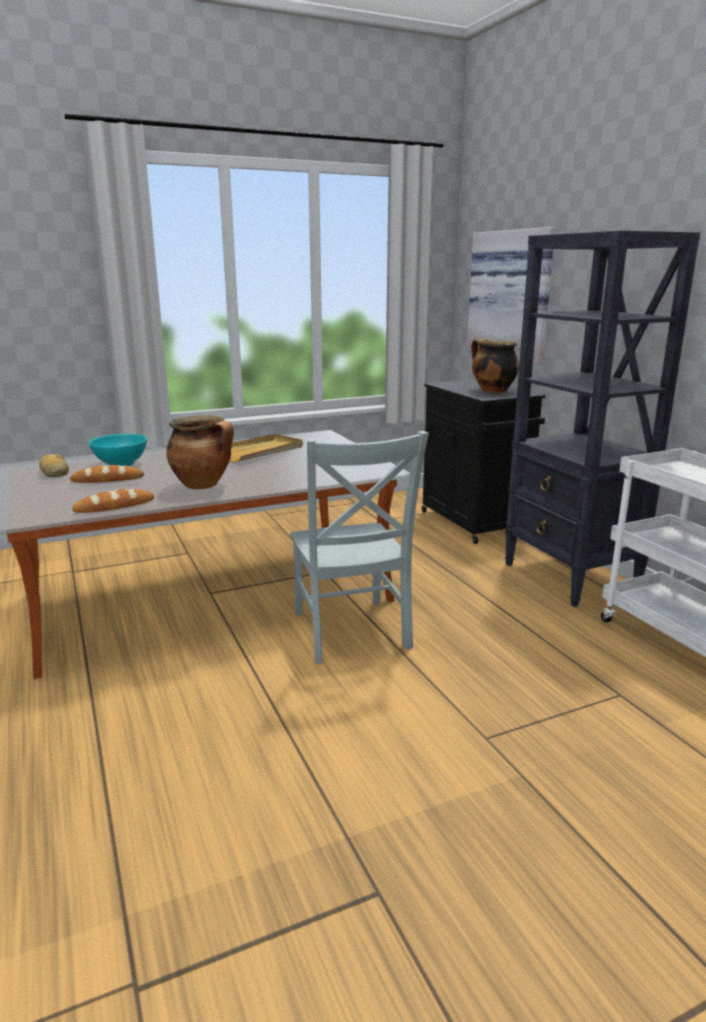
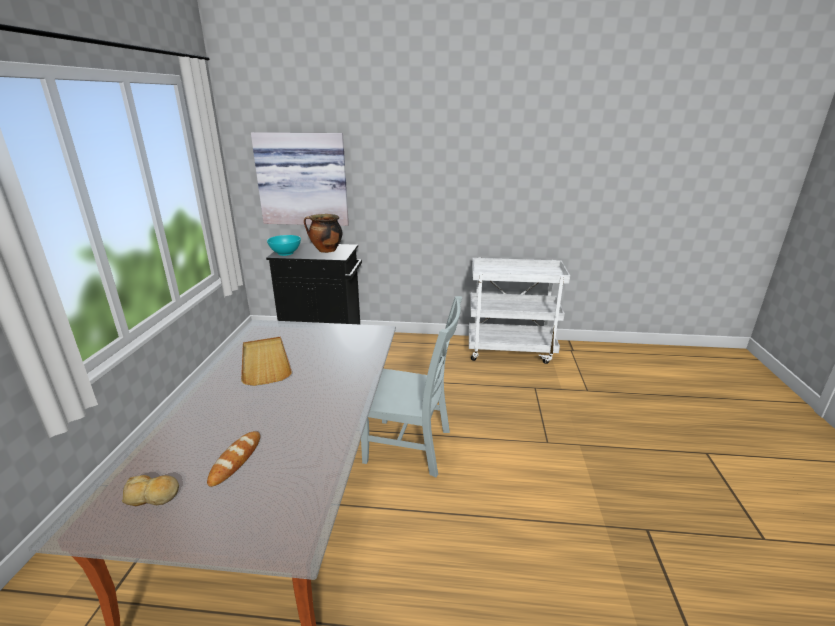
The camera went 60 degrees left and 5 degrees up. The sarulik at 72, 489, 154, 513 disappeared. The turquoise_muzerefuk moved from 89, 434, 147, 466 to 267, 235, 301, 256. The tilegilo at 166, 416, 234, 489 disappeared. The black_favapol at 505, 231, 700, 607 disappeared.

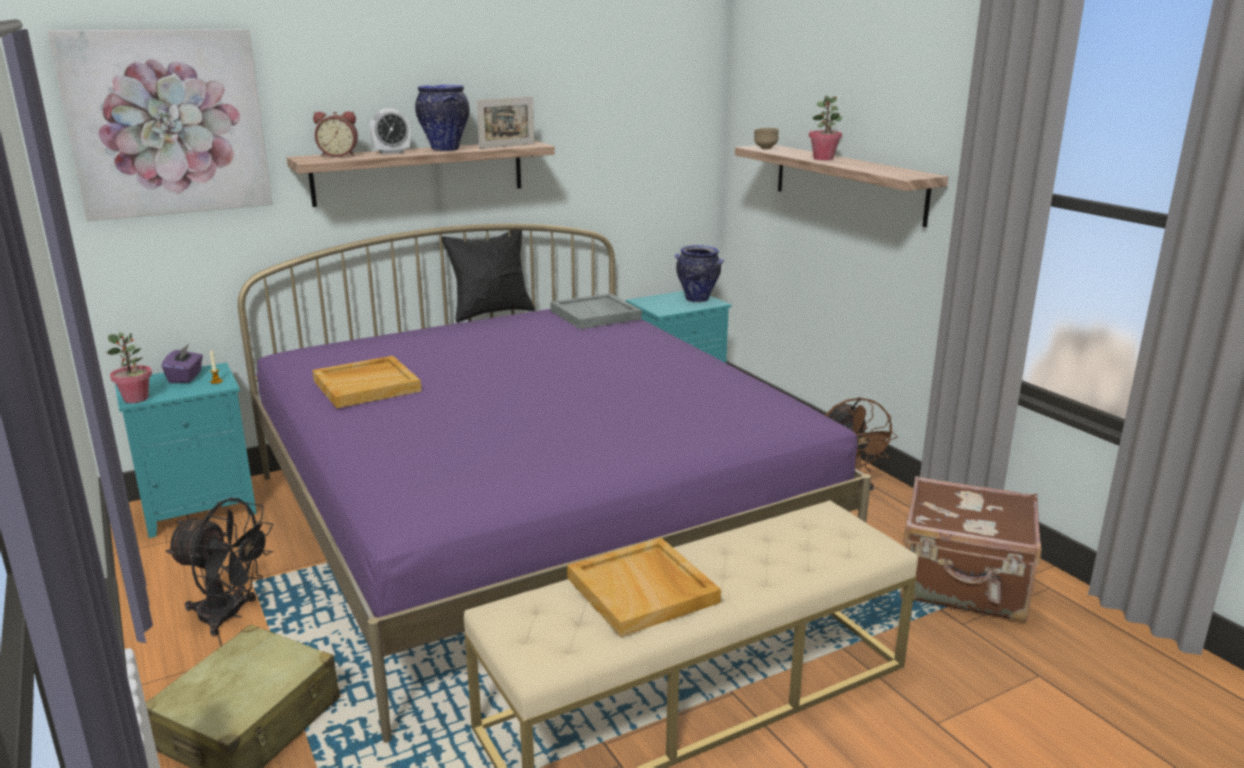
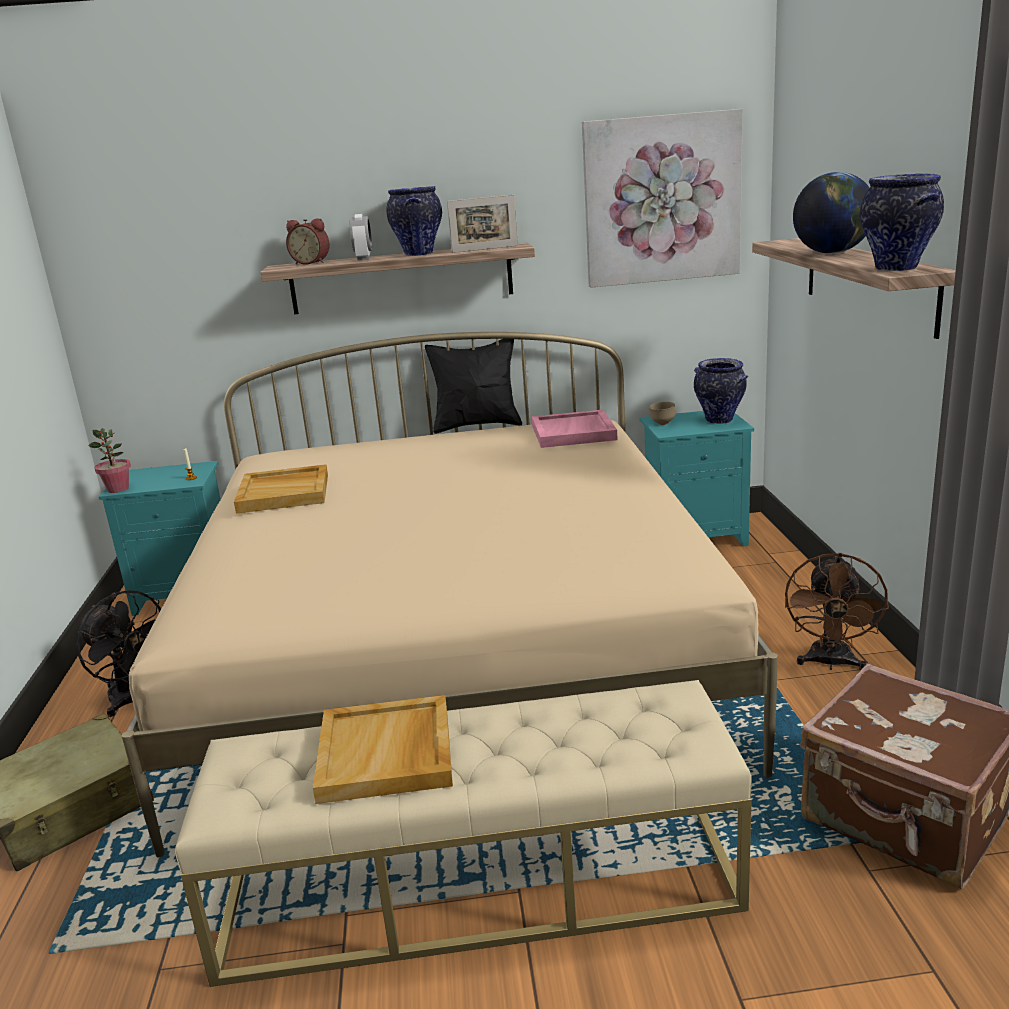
The camera went 25 degrees right and 0 degrees up. The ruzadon moved from 48, 29, 272, 221 to 582, 109, 743, 288. The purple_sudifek at 162, 344, 203, 383 disappeared. The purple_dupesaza at 238, 224, 871, 743 became the beige_dupesaza at 122, 332, 778, 857. The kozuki at 369, 108, 410, 154 turned 90 degrees counterclockwise. The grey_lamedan at 550, 293, 642, 329 became the pink_lamedan at 532, 410, 618, 448. The brown_muzerefuk moved from 754, 128, 779, 150 to 649, 402, 675, 425. The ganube at 809, 95, 842, 160 was replaced by the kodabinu at 793, 172, 869, 254. The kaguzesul at 860, 173, 944, 271 appeared.

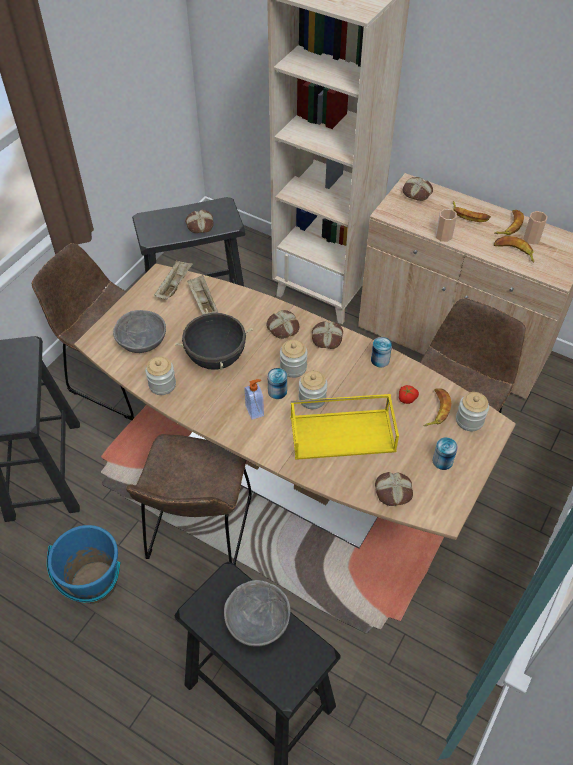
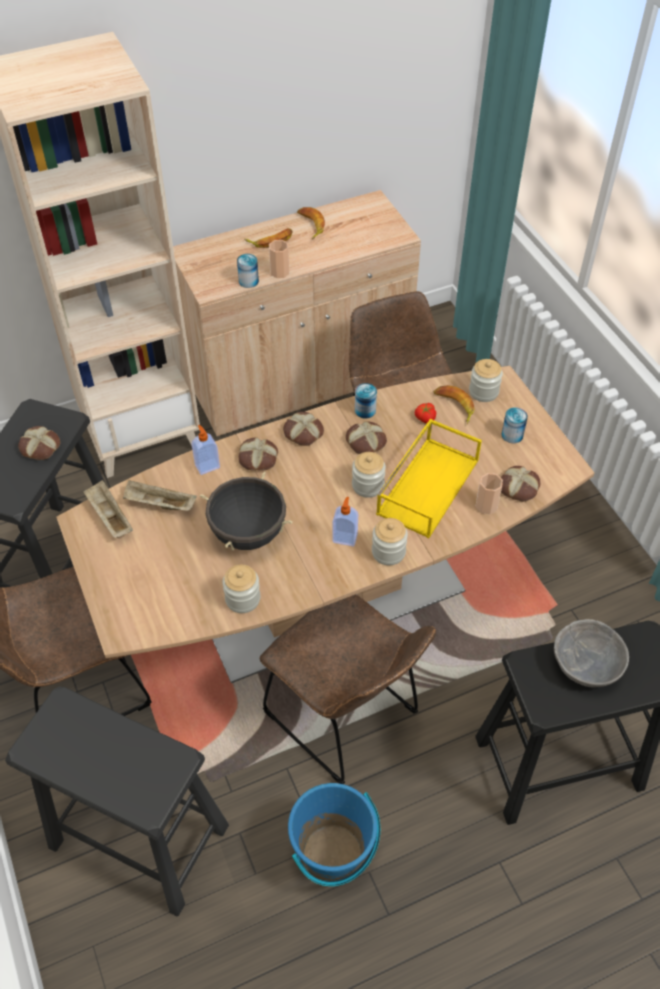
The camera went 55 degrees left and 0 degrees up. The grey_muzerefuk at 113, 310, 166, 353 disappeared. The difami moved from 268, 368, 287, 399 to 237, 254, 259, 288. The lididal moved from 280, 340, 308, 378 to 372, 518, 408, 565. The sarulik moved from 402, 177, 433, 201 to 346, 421, 387, 454. The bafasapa at 494, 236, 534, 263 disappeared. The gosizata moved from 523, 211, 548, 244 to 476, 473, 503, 514. The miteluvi at 192, 425, 220, 475 appeared.

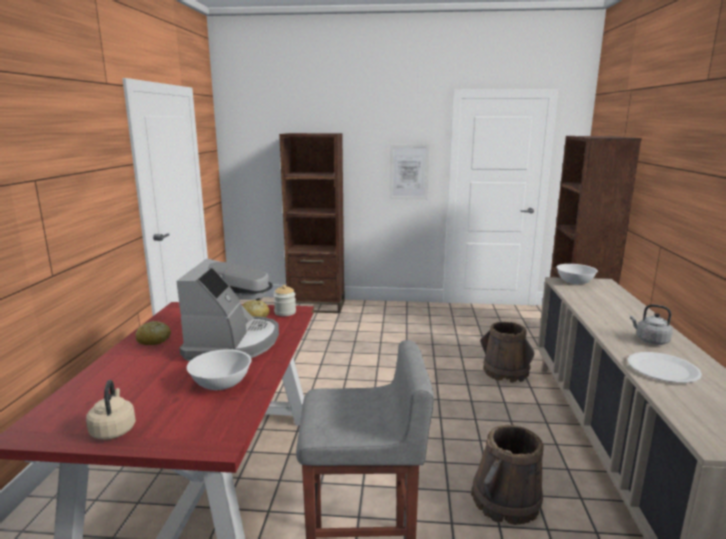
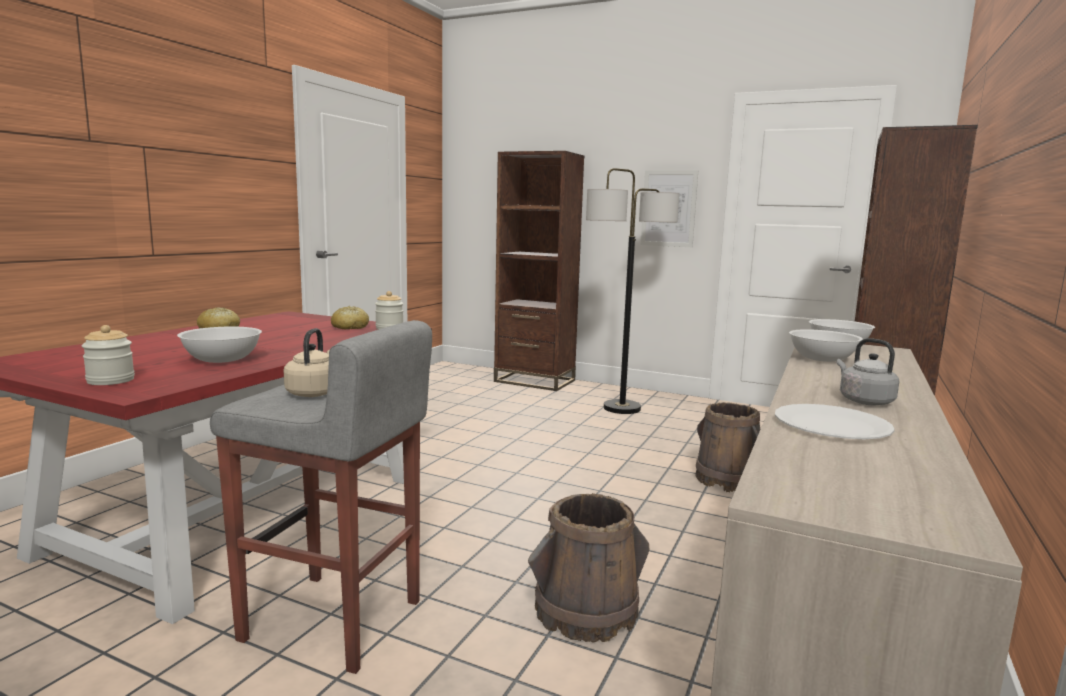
The camera went 20 degrees right and 5 degrees down. The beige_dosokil moved from 86, 380, 136, 440 to 283, 328, 330, 397. The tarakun at 176, 258, 279, 361 disappeared. The lididal at 82, 325, 135, 385 appeared. The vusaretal at 586, 168, 679, 414 appeared. The white_muzerefuk at 789, 329, 863, 362 appeared.

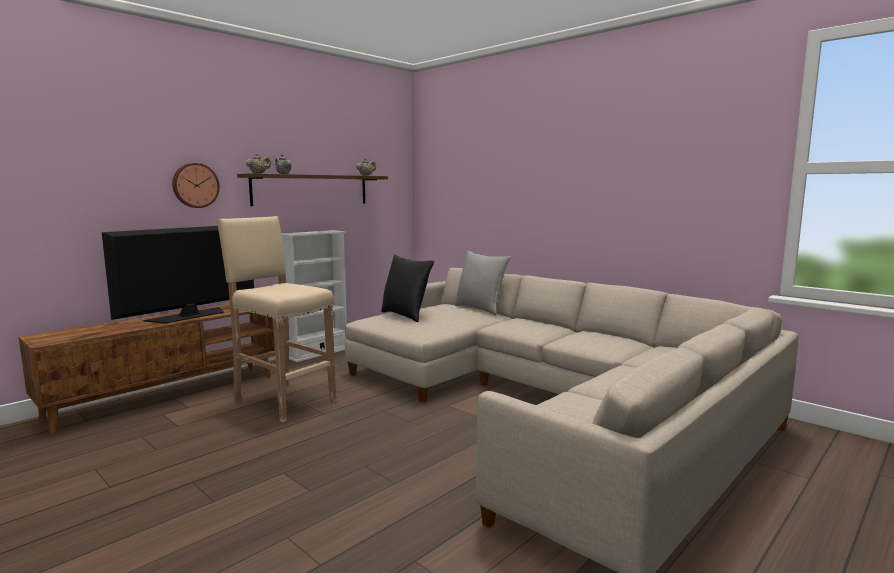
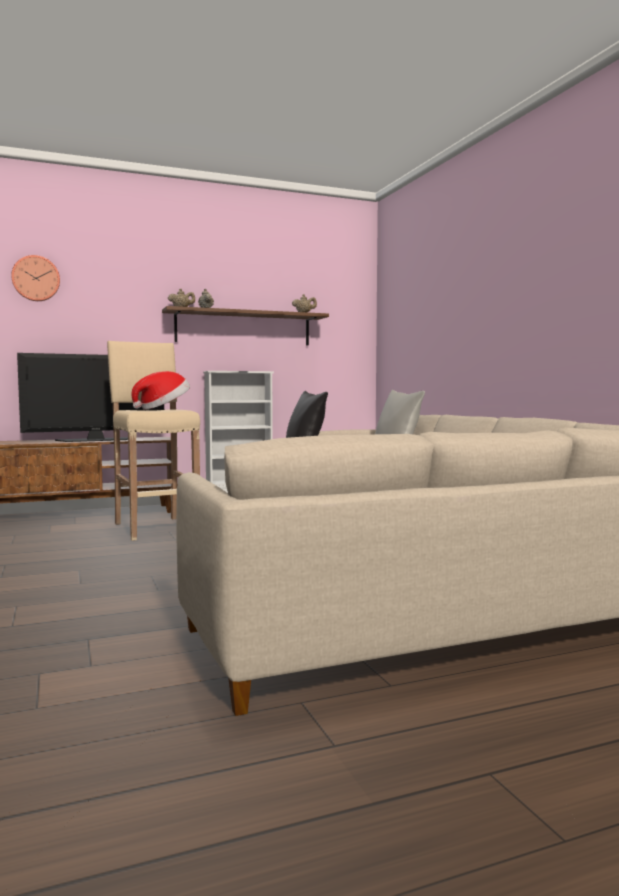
The camera went 25 degrees right and 5 degrees down. The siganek moved from 172, 163, 220, 208 to 11, 255, 60, 301. The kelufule at 132, 371, 190, 410 appeared.

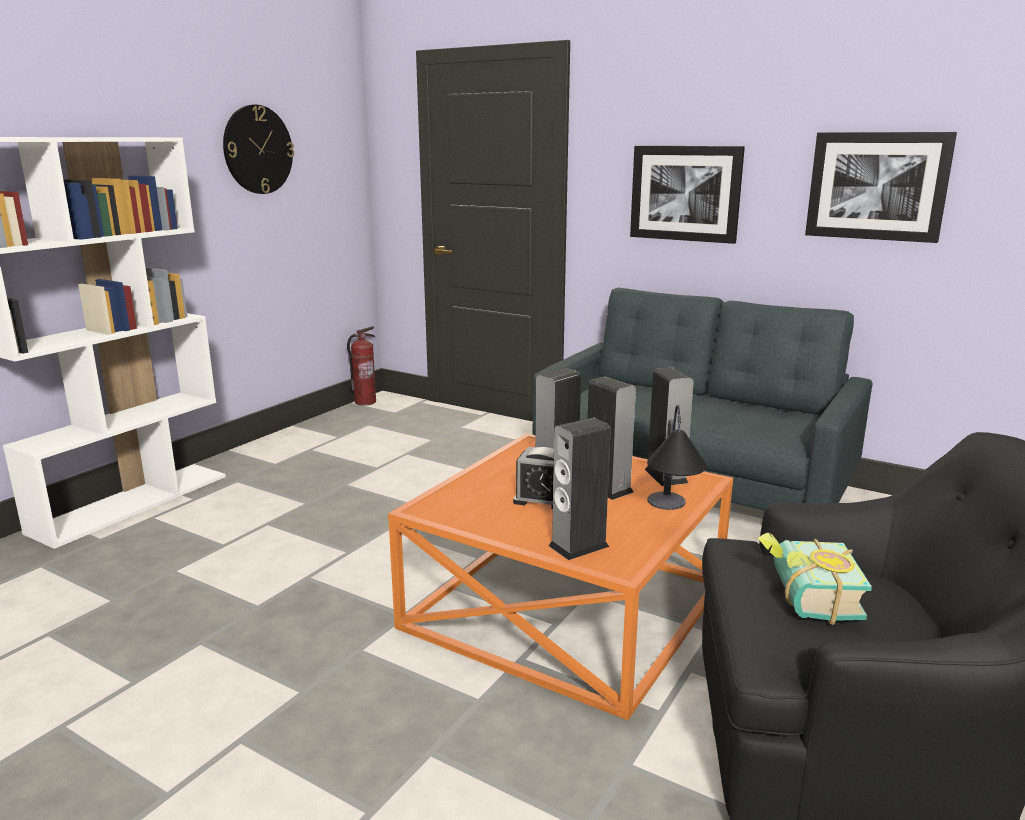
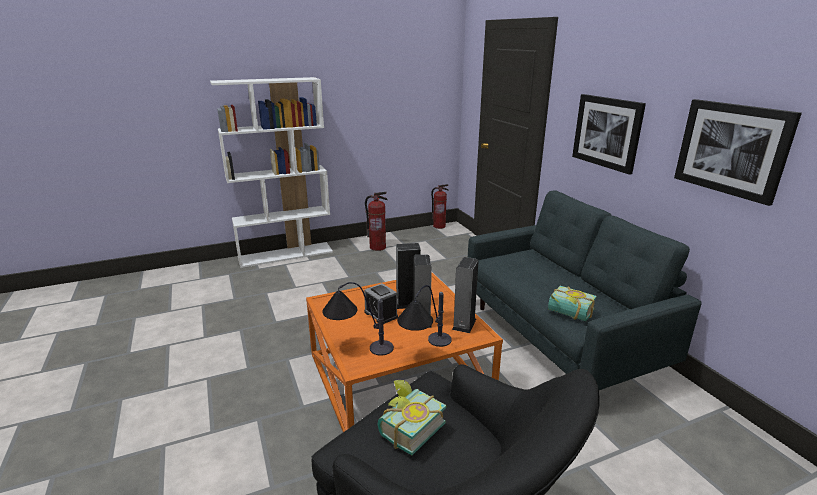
The camera went 35 degrees right and 5 degrees up. The siganek at 223, 105, 294, 194 disappeared. The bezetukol at 548, 418, 611, 560 was replaced by the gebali at 322, 282, 394, 356. The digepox at 365, 192, 388, 251 appeared. The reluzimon at 548, 286, 597, 321 appeared.

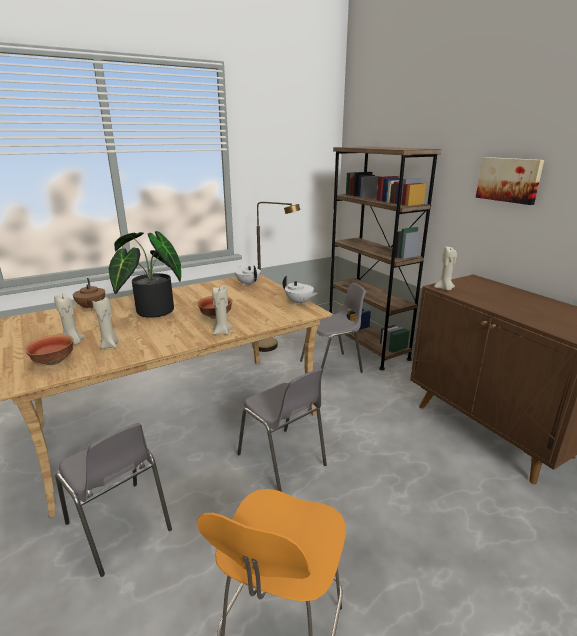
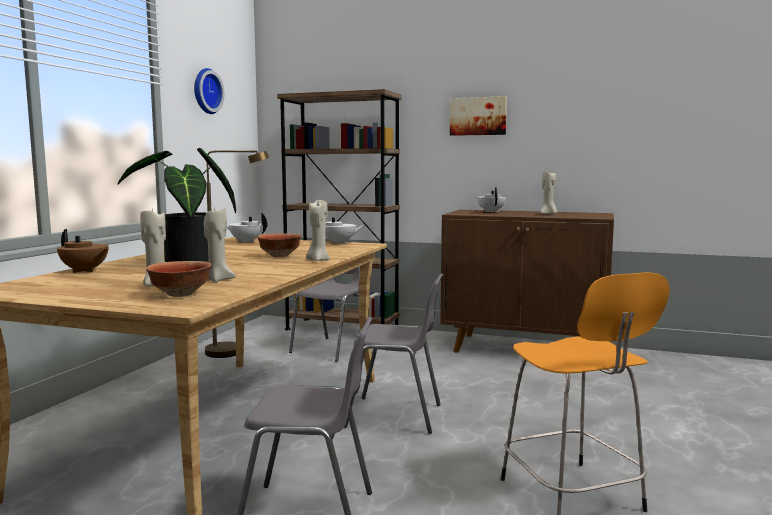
The camera went 40 degrees left and 15 degrees down. The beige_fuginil moved from 434, 247, 457, 291 to 541, 170, 557, 214. The siganek at 194, 68, 224, 114 appeared. The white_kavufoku at 477, 187, 506, 212 appeared.

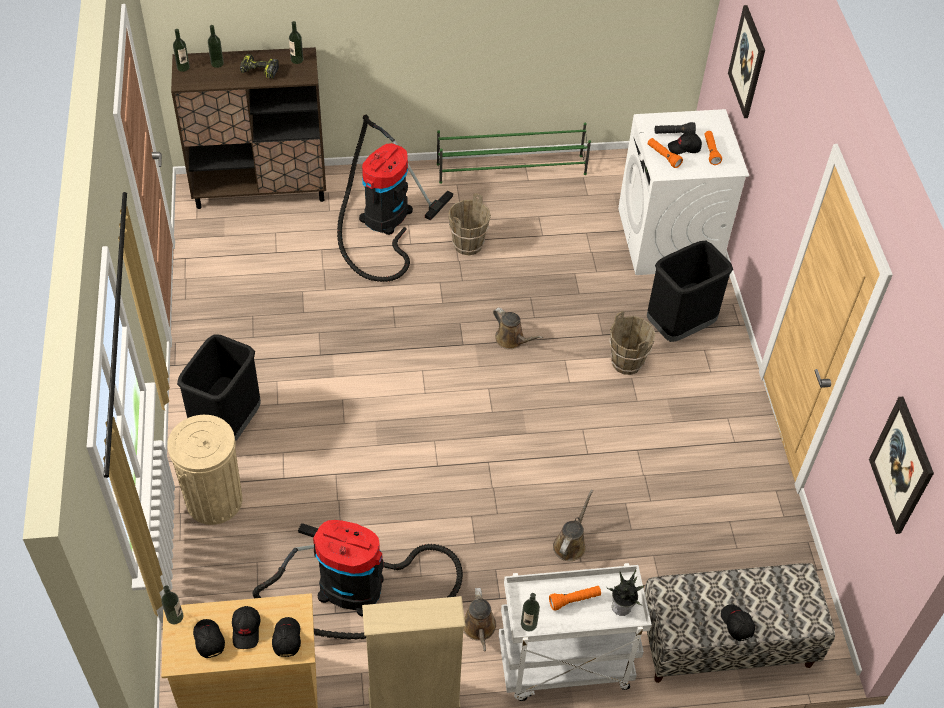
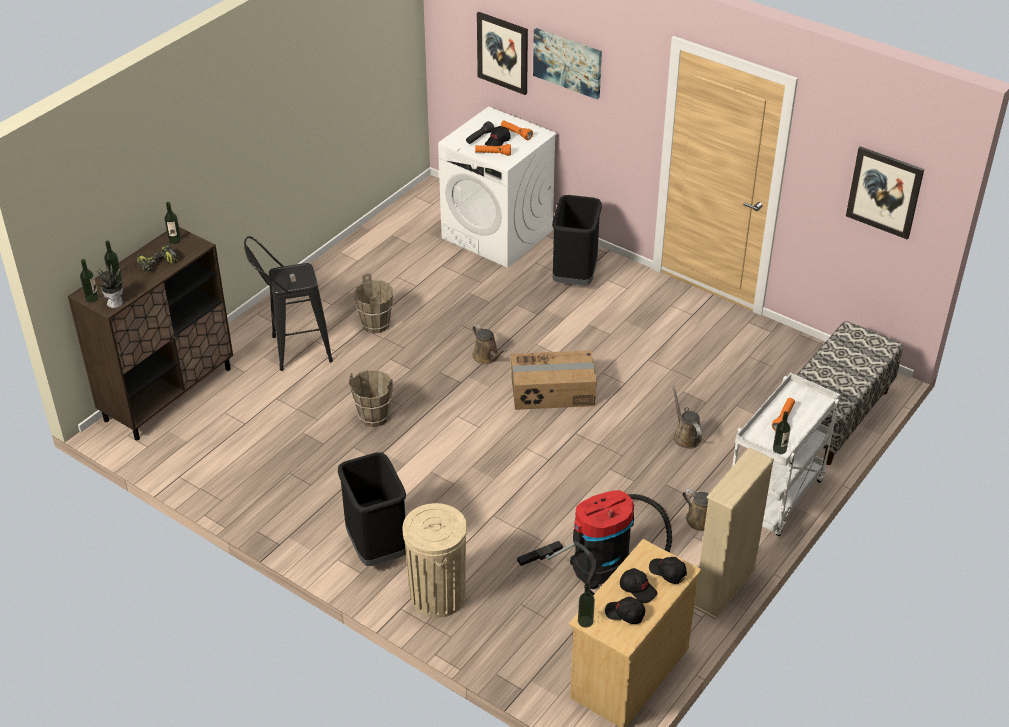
The camera went 45 degrees left and 10 degrees down. The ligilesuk at 337, 115, 453, 282 was replaced by the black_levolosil at 244, 236, 333, 371. The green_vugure at 437, 122, 591, 184 disappeared. The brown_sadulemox at 493, 308, 543, 349 turned 60 degrees clockwise. The ganube moved from 607, 569, 644, 616 to 96, 264, 126, 308. The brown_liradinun moved from 609, 311, 655, 375 to 349, 370, 393, 427. The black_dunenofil at 721, 604, 755, 641 disappeared. The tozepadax at 511, 350, 597, 410 appeared. The ruzadon at 533, 28, 602, 99 appeared.

